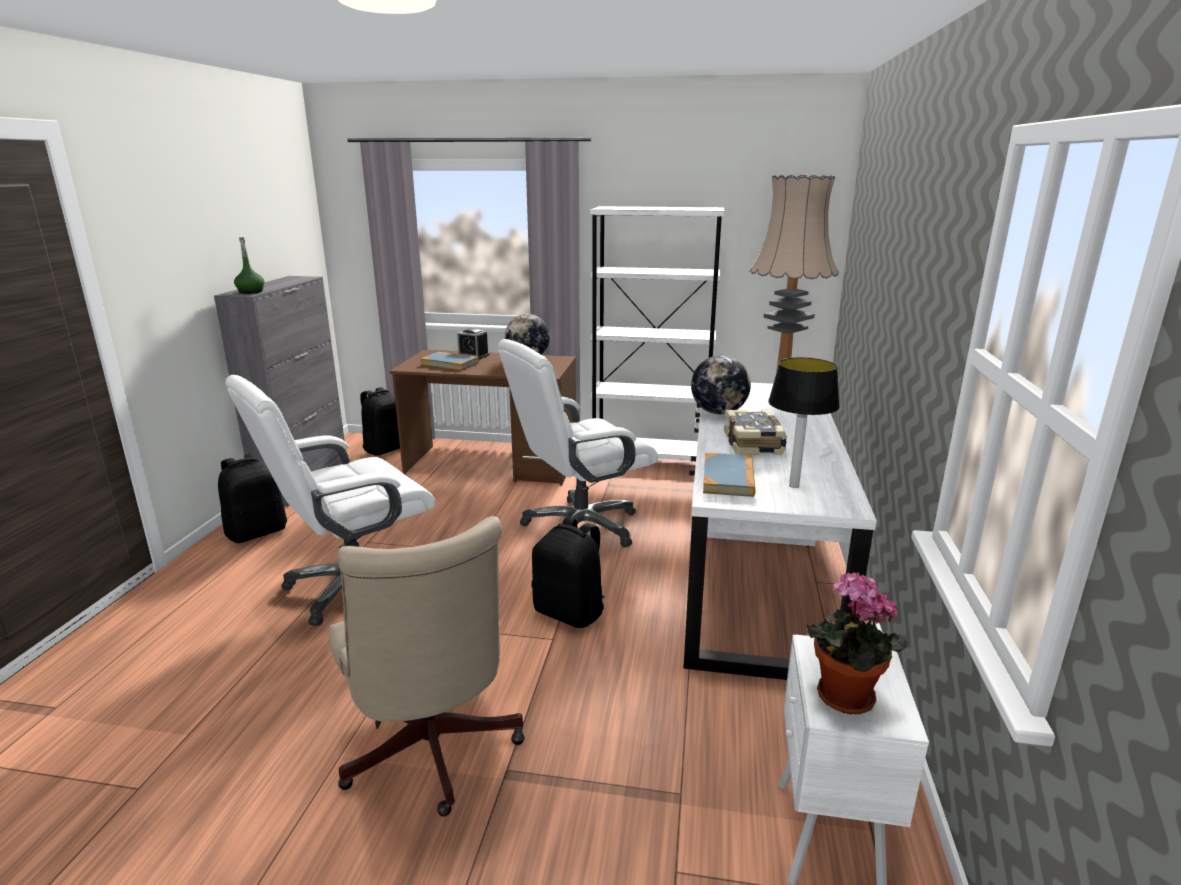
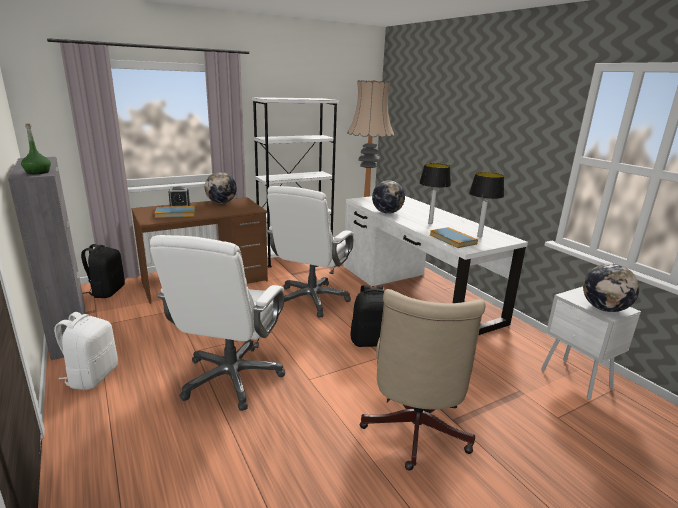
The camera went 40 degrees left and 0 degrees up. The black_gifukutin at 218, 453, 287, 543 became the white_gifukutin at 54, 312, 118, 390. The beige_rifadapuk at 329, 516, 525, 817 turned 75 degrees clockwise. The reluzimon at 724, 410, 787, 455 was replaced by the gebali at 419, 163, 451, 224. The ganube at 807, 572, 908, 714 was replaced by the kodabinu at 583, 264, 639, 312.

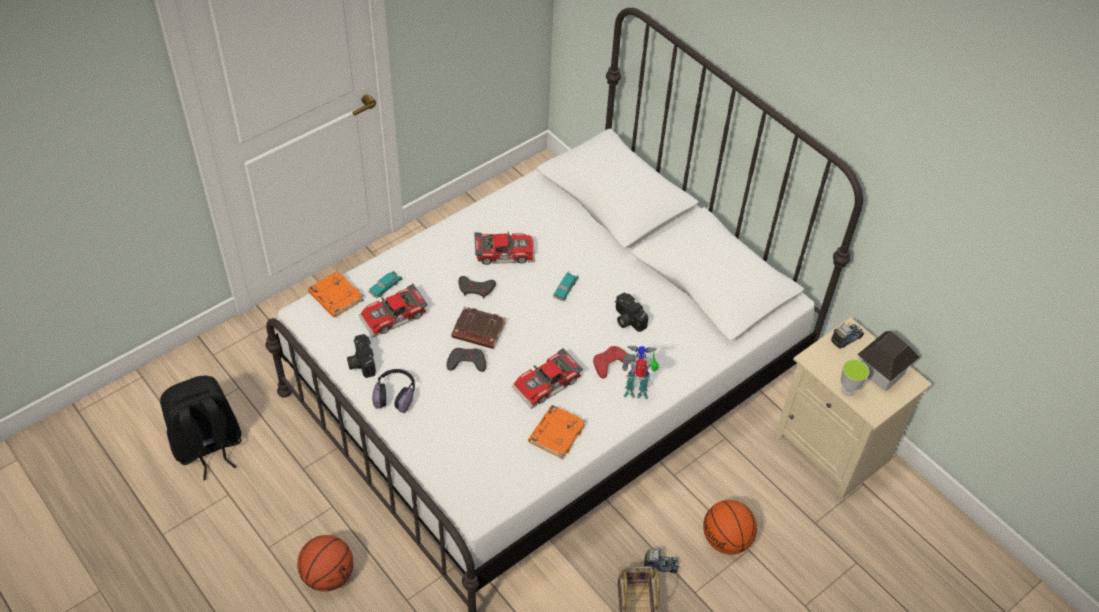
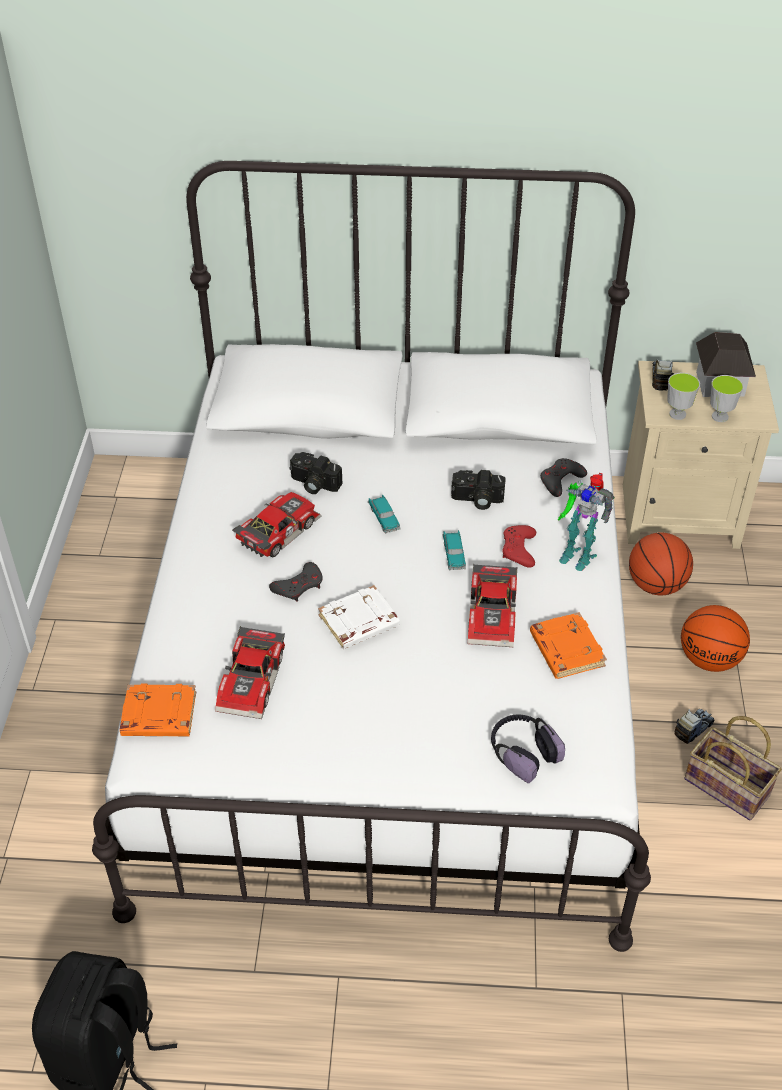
The camera went 45 degrees left and 5 degrees down. The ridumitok moved from 297, 535, 353, 592 to 629, 532, 693, 595. The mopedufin moved from 347, 334, 376, 378 to 290, 452, 342, 494. The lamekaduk moved from 369, 271, 403, 298 to 442, 530, 466, 570. The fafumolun moved from 372, 369, 415, 413 to 491, 715, 565, 783. The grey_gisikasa moved from 447, 348, 486, 372 to 540, 458, 587, 497. The brown_reluzimon at 452, 307, 506, 349 became the white_reluzimon at 318, 585, 400, 649. The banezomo at 622, 345, 659, 399 turned 105 degrees counterclockwise. The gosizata at 667, 373, 700, 420 appeared.

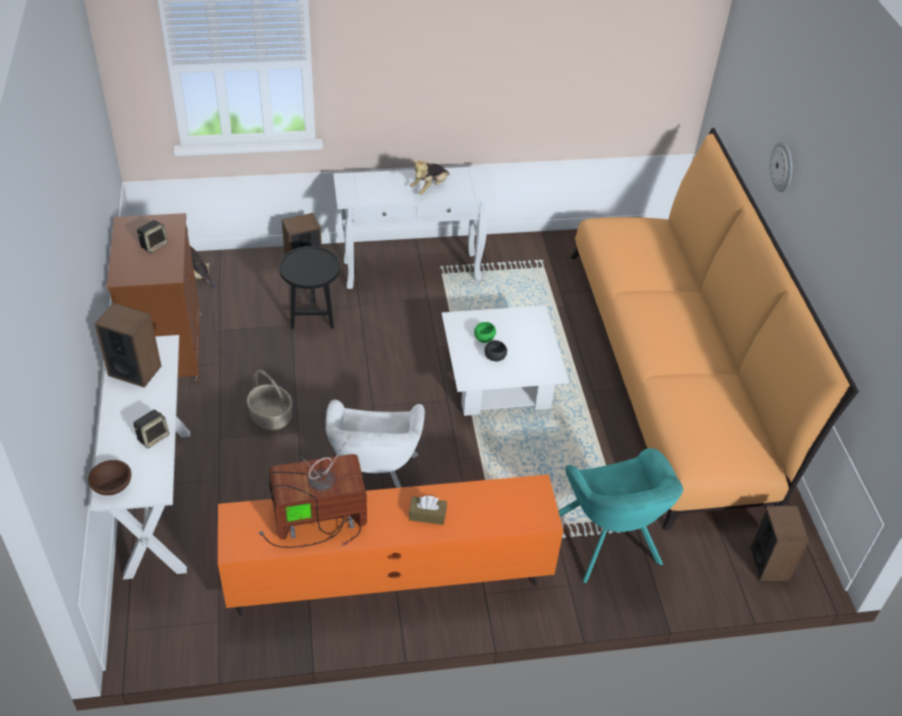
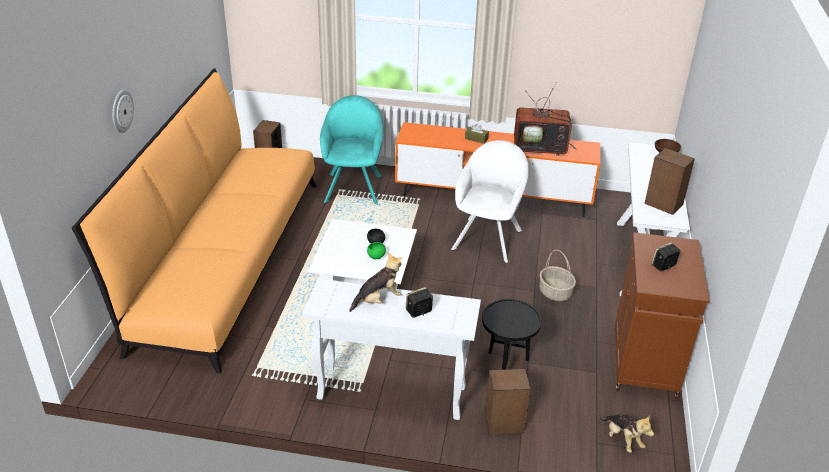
The camera went 160 degrees left and 10 degrees down. The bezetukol moved from 133, 409, 169, 448 to 406, 287, 433, 318.

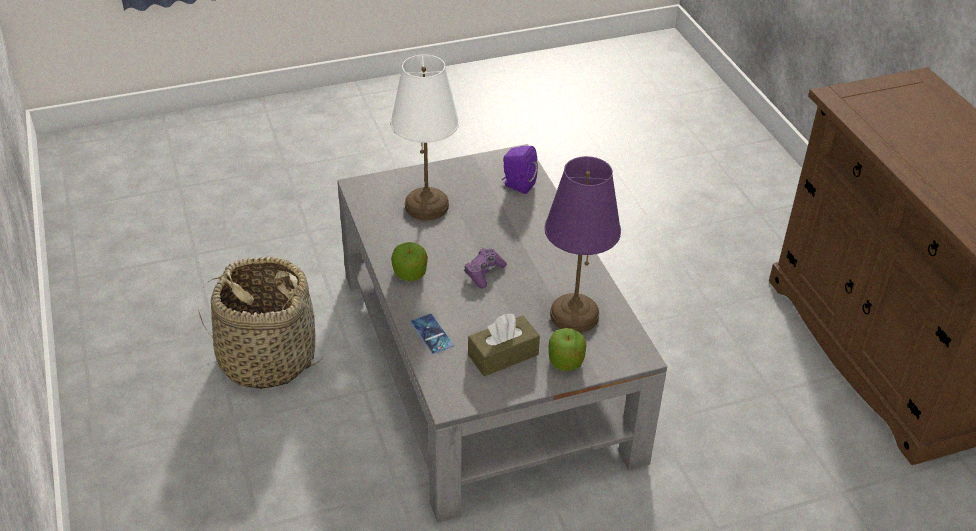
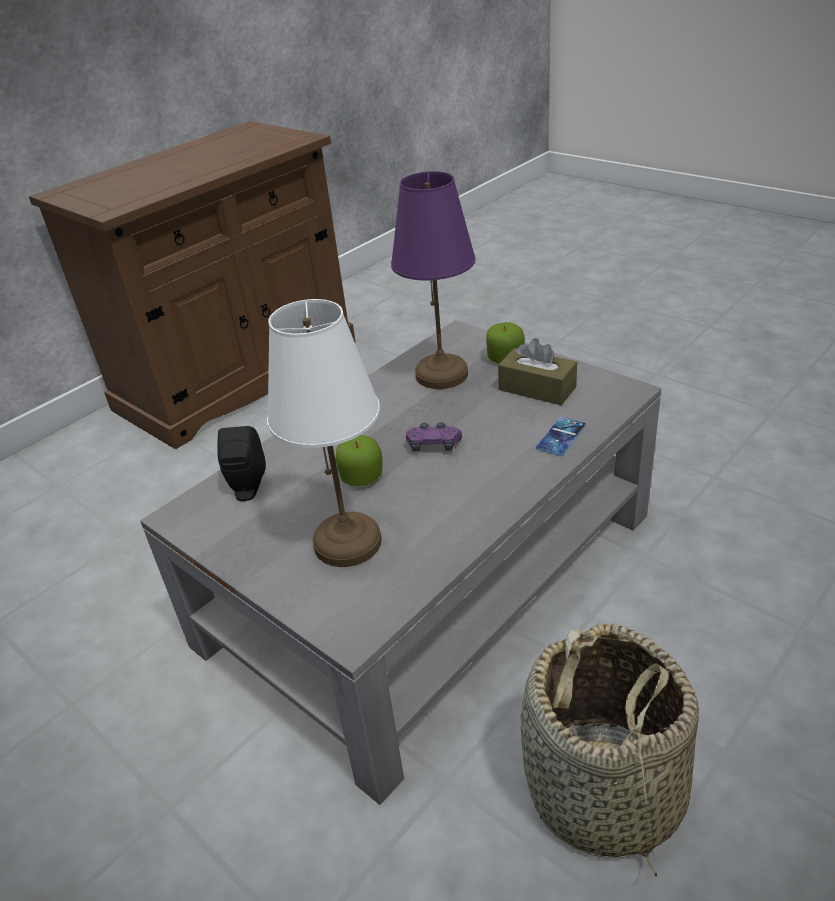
The camera went 115 degrees left and 5 degrees down. The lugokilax moved from 391, 242, 428, 281 to 336, 435, 382, 486. The purple_bezetukol at 502, 146, 538, 194 became the black_bezetukol at 217, 426, 266, 501.

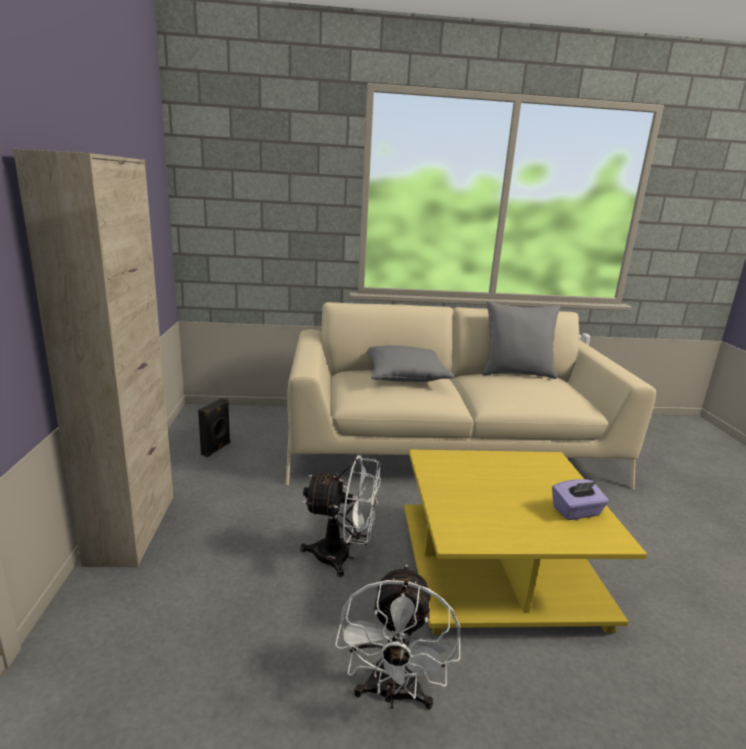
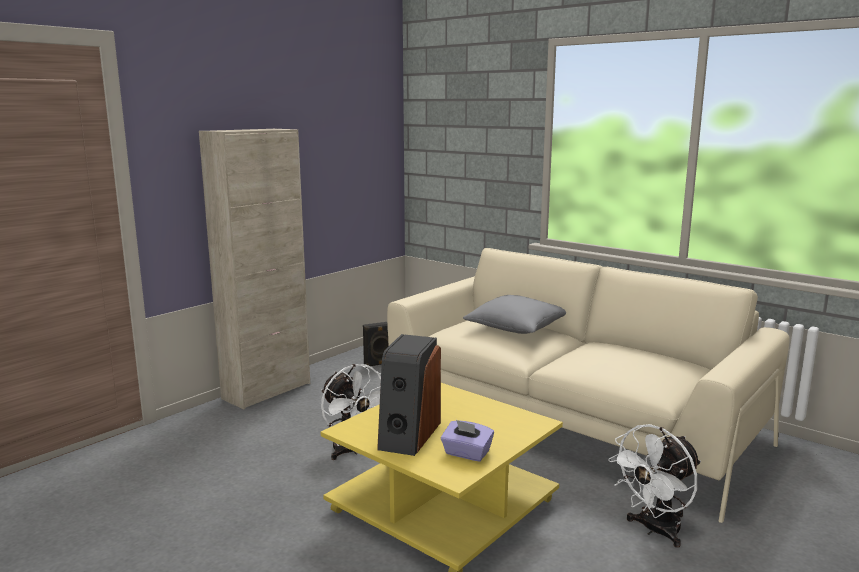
The camera went 45 degrees right and 5 degrees down. The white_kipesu moved from 335, 565, 460, 710 to 608, 424, 701, 548. The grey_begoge at 482, 301, 560, 379 disappeared. The bezetukol at 377, 334, 441, 456 appeared.

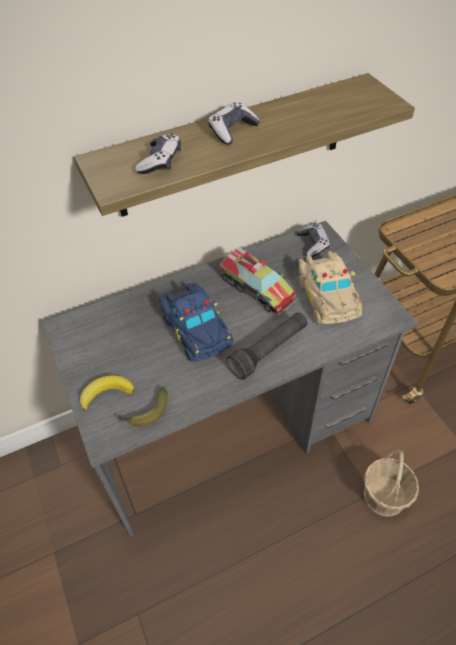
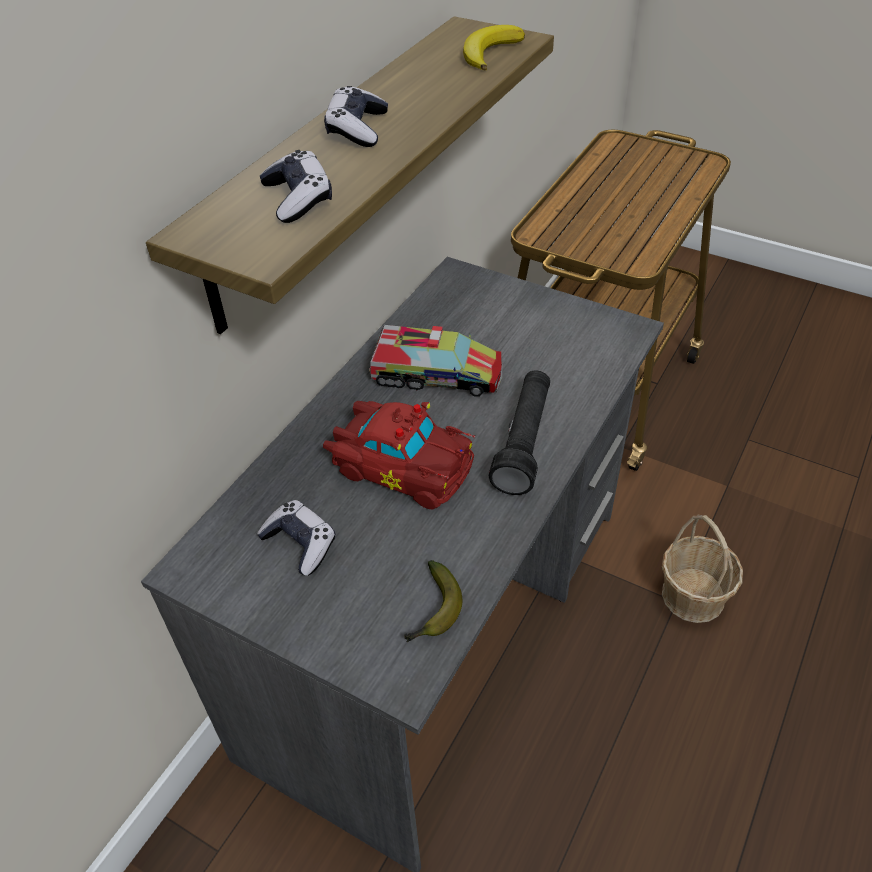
The camera went 35 degrees left and 5 degrees down. The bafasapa moved from 80, 376, 134, 411 to 463, 25, 525, 71. The blue_lamekaduk at 159, 283, 234, 361 became the red_lamekaduk at 323, 401, 475, 509. The gisikasa moved from 297, 223, 330, 257 to 257, 500, 335, 576. The beige_lamekaduk at 299, 251, 363, 324 disappeared.

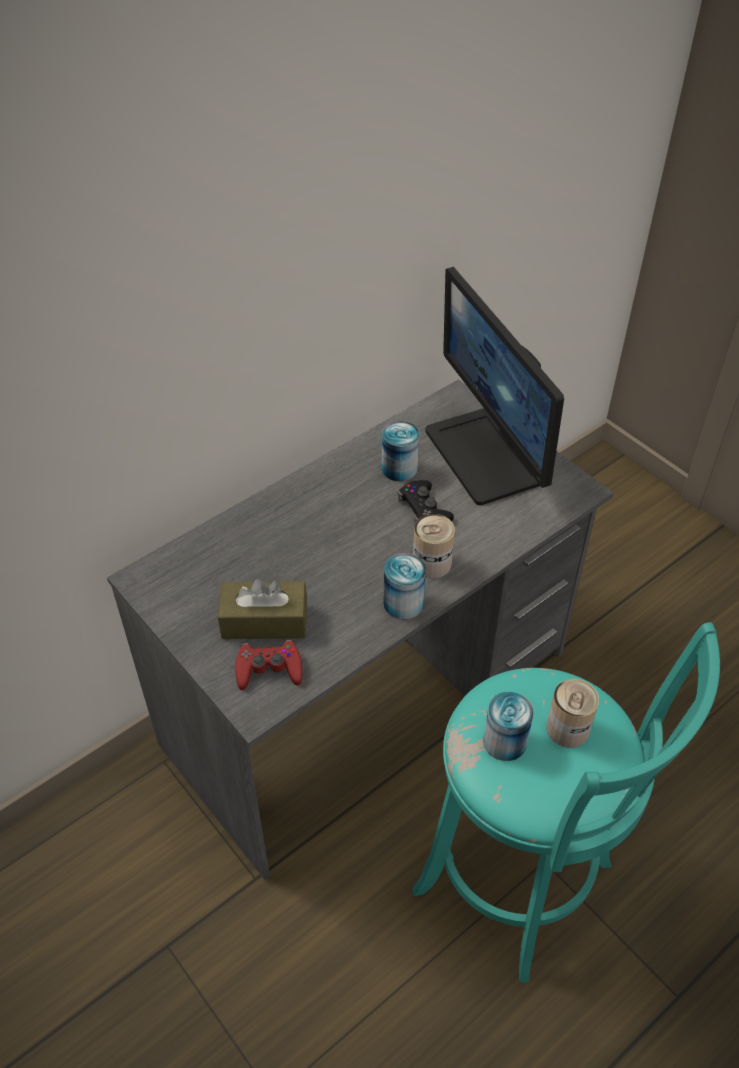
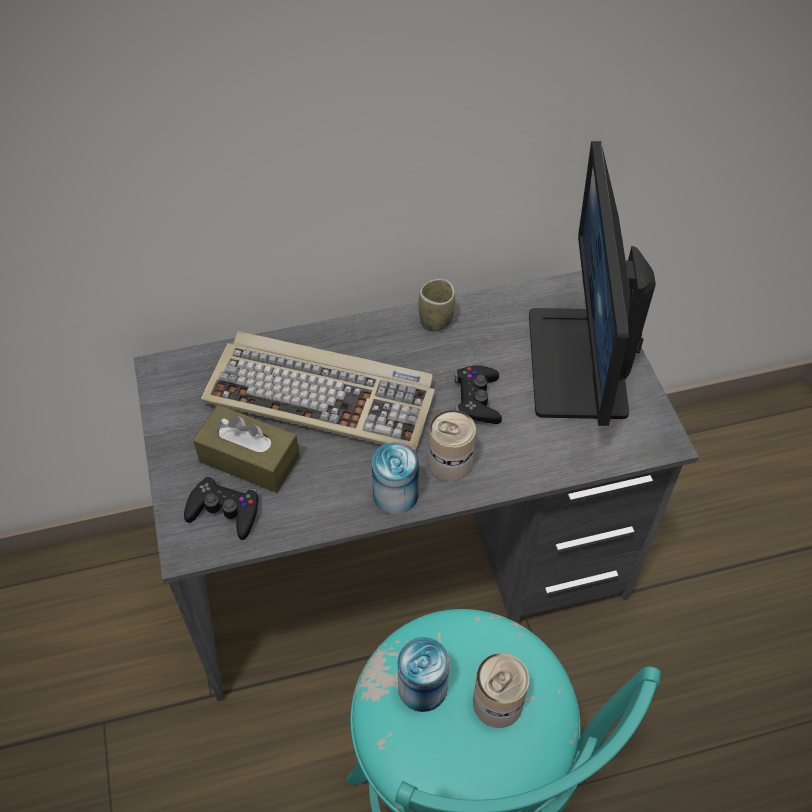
The camera went 25 degrees right and 5 degrees up. The red_gisikasa at 235, 640, 302, 690 became the black_gisikasa at 184, 475, 258, 540. The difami at 382, 421, 419, 482 disappeared. The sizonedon at 201, 331, 435, 452 appeared. The gosizata at 418, 279, 455, 331 appeared.

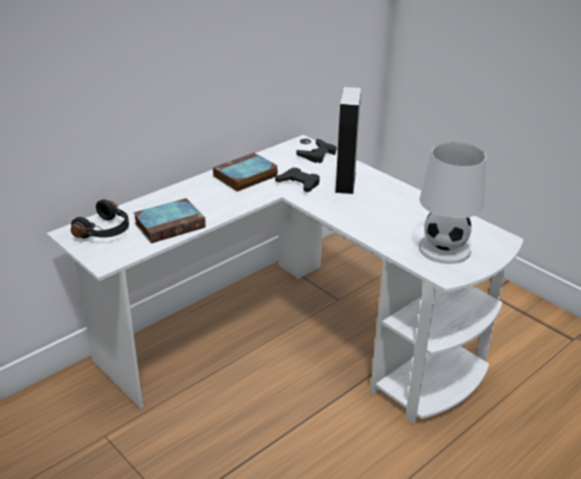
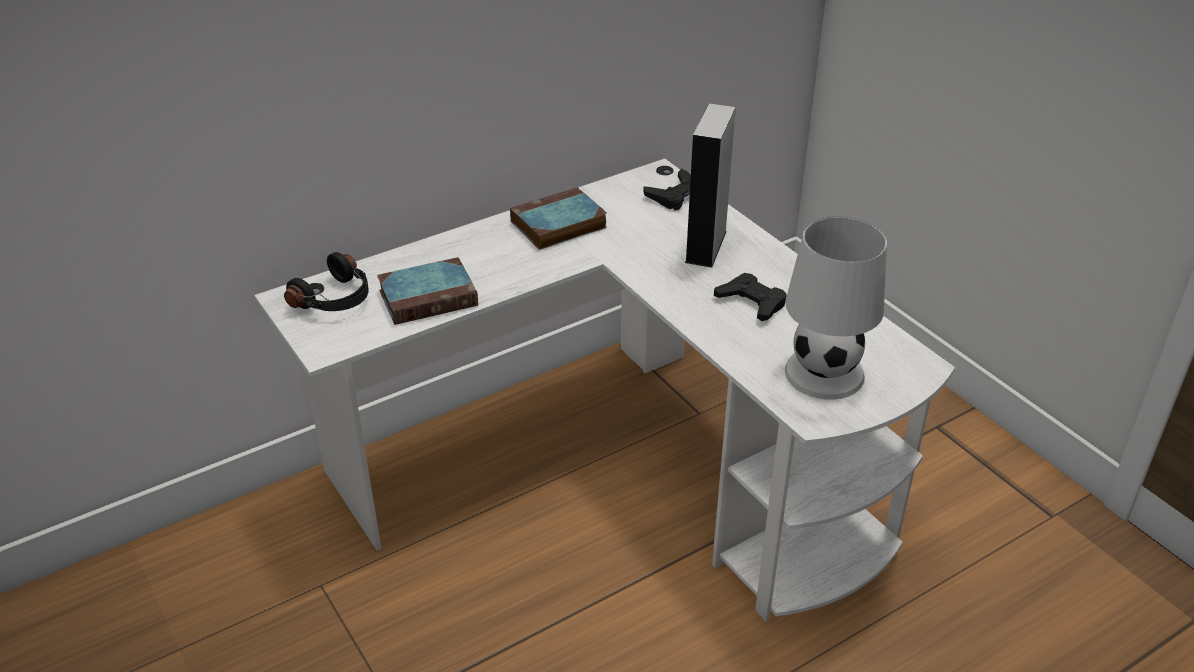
The camera went 10 degrees right and 5 degrees up. The black_gisikasa moved from 275, 168, 320, 192 to 714, 273, 787, 321.

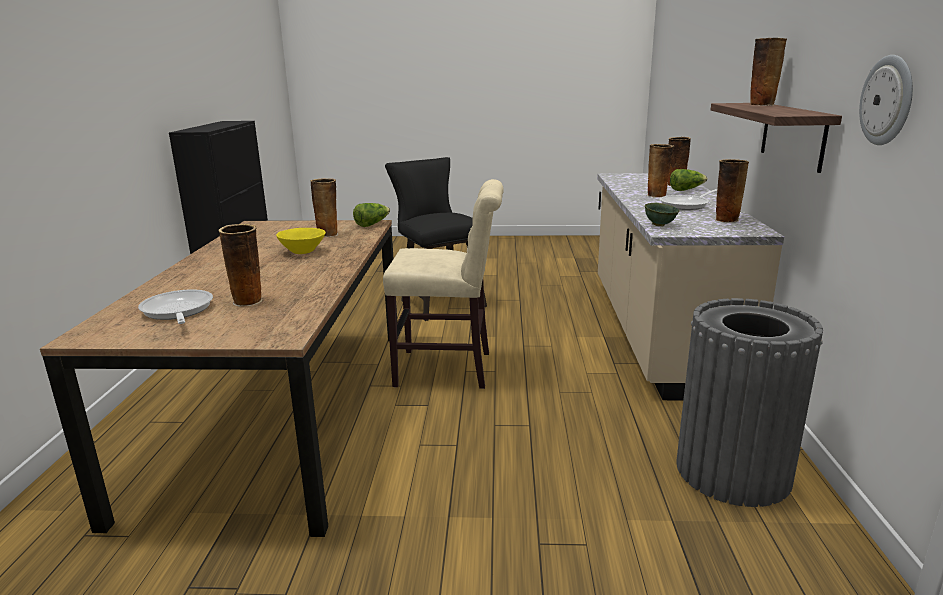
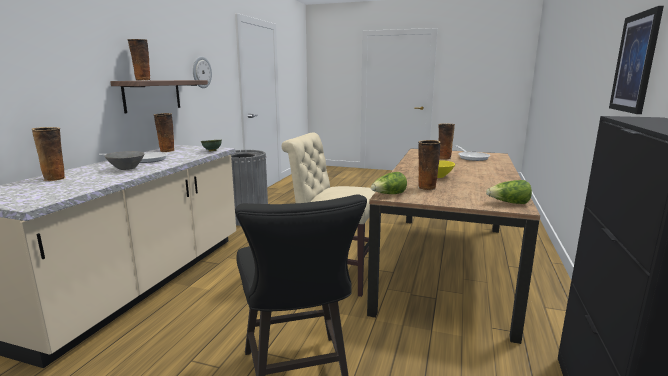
The camera went 165 degrees left and 5 degrees down. The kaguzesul at 647, 144, 674, 198 was replaced by the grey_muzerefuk at 105, 151, 144, 170. The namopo moved from 670, 169, 708, 191 to 486, 180, 532, 204. The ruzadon at 609, 6, 664, 114 appeared.

